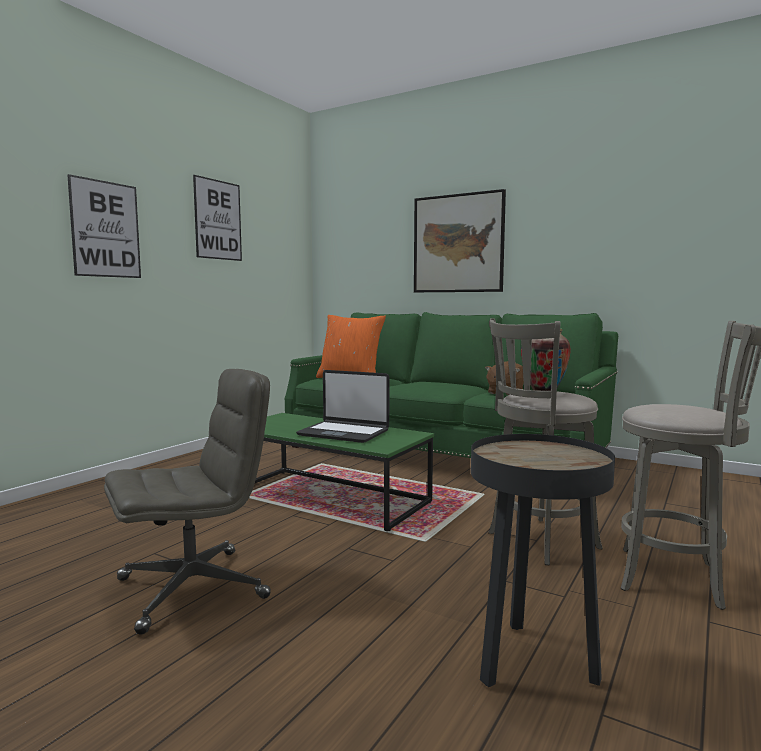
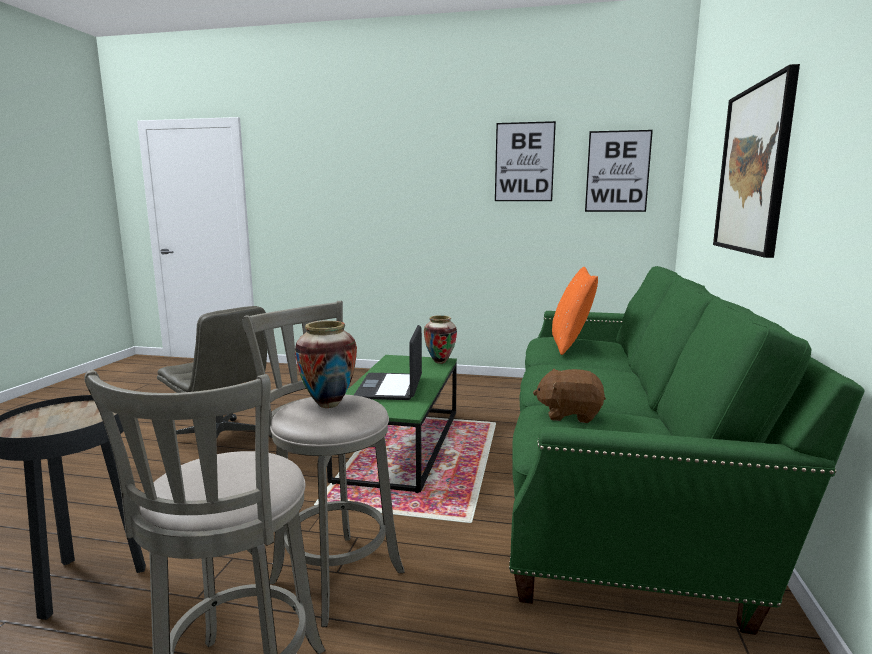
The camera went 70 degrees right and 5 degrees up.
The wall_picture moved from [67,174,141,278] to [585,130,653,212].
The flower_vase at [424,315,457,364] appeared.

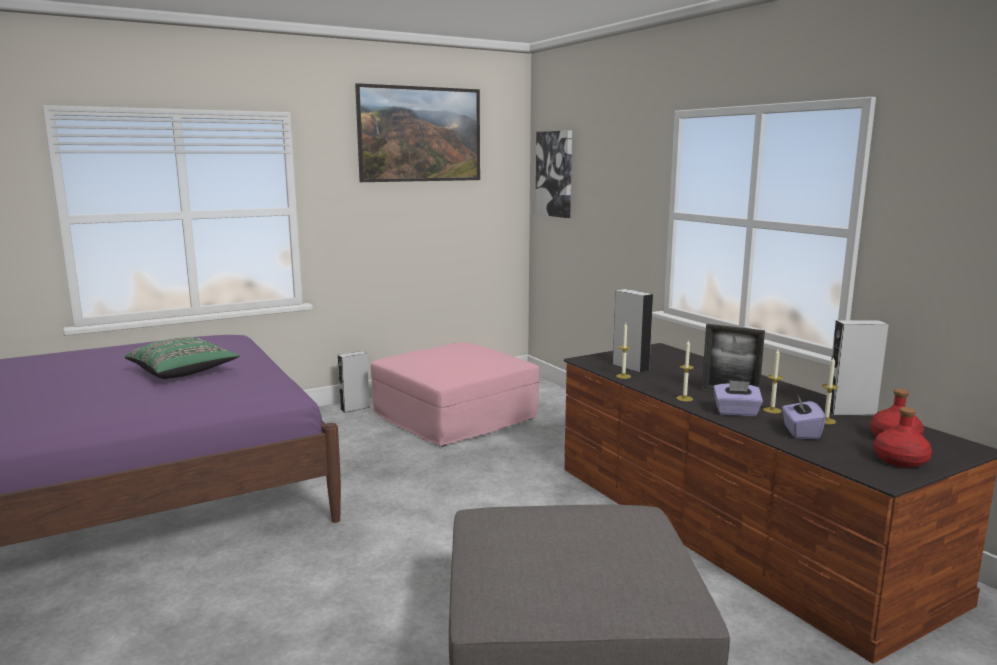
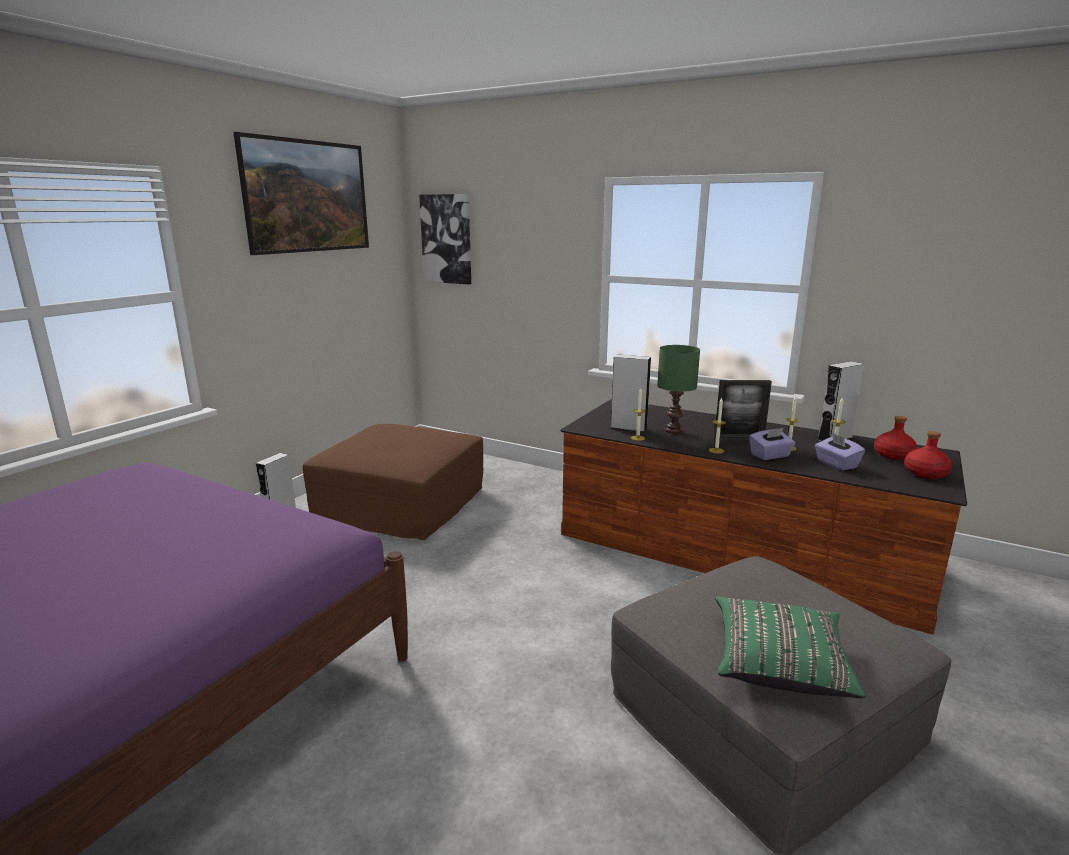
The camera went 30 degrees left and 5 degrees up.
The green-coloured_cushion moved from [125,337,240,379] to [715,596,866,698].
The pink_pouffe at [371,343,539,447] became the brown-coloured_pouffe at [303,424,483,540].
The green-coloured_lamp_for_a_table at [657,345,700,434] appeared.

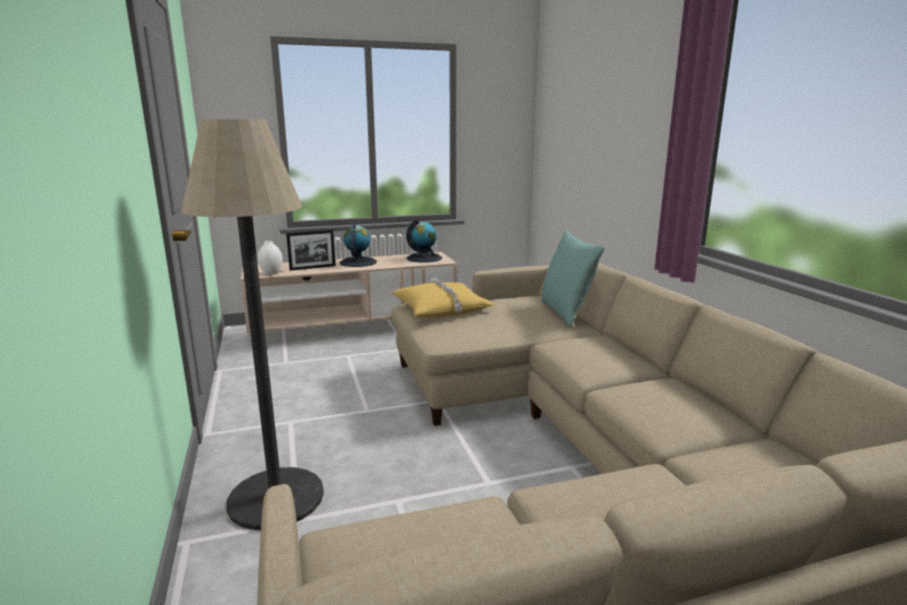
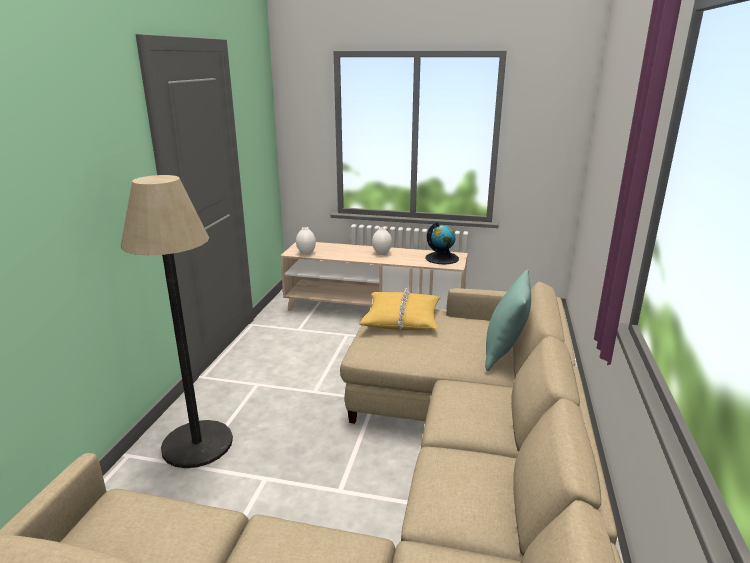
The camera went 30 degrees right and 5 degrees up.
The photo_frame at [286,230,336,271] disappeared.
The world_globe at [340,223,377,267] was replaced by the white_flower_vase at [372,227,392,255].

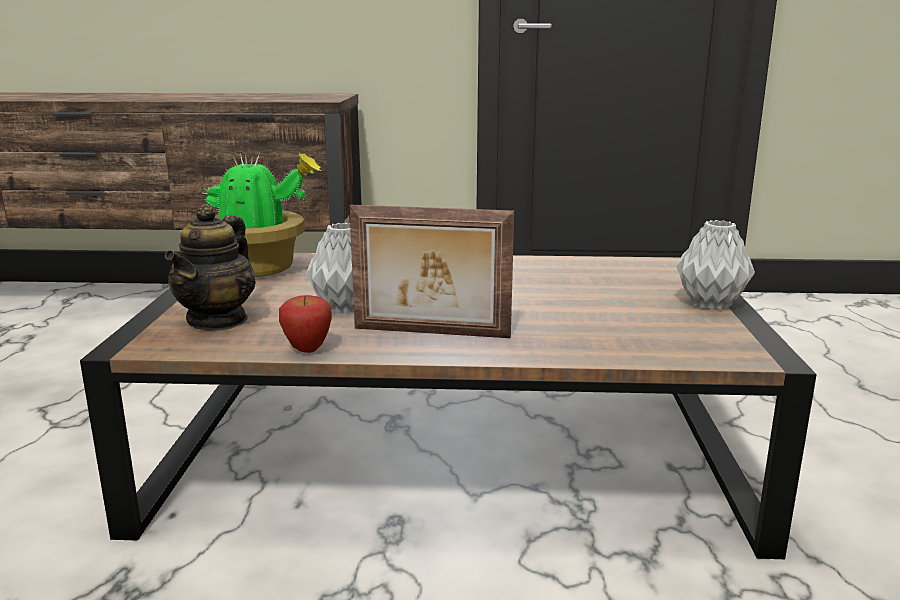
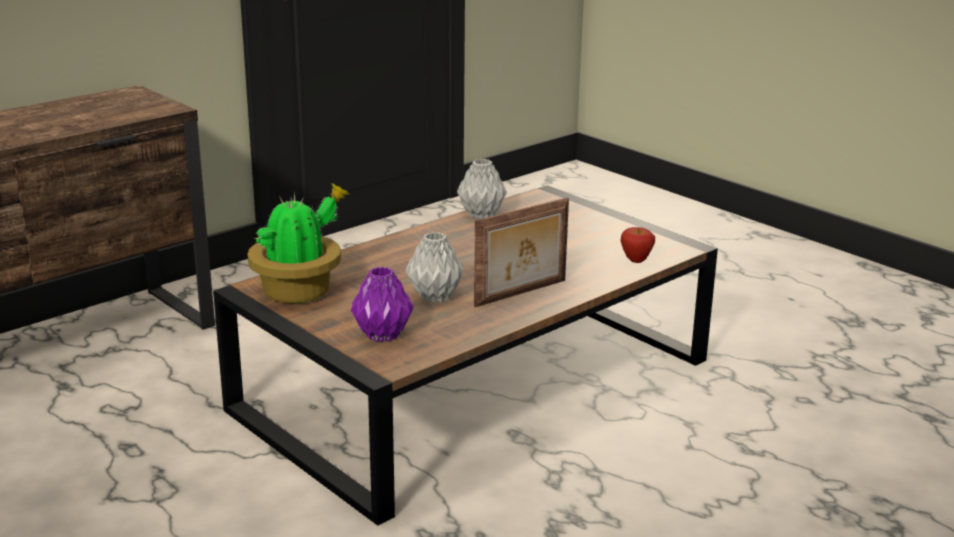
The camera went 45 degrees left and 5 degrees up.
The pot_for_tea at [165,204,256,331] was replaced by the purple_flower_vase at [351,267,414,342].
The whole_apple moved from [279,295,332,353] to [621,227,655,263].
The grey_flower_vase moved from [676,220,755,310] to [457,159,507,219].

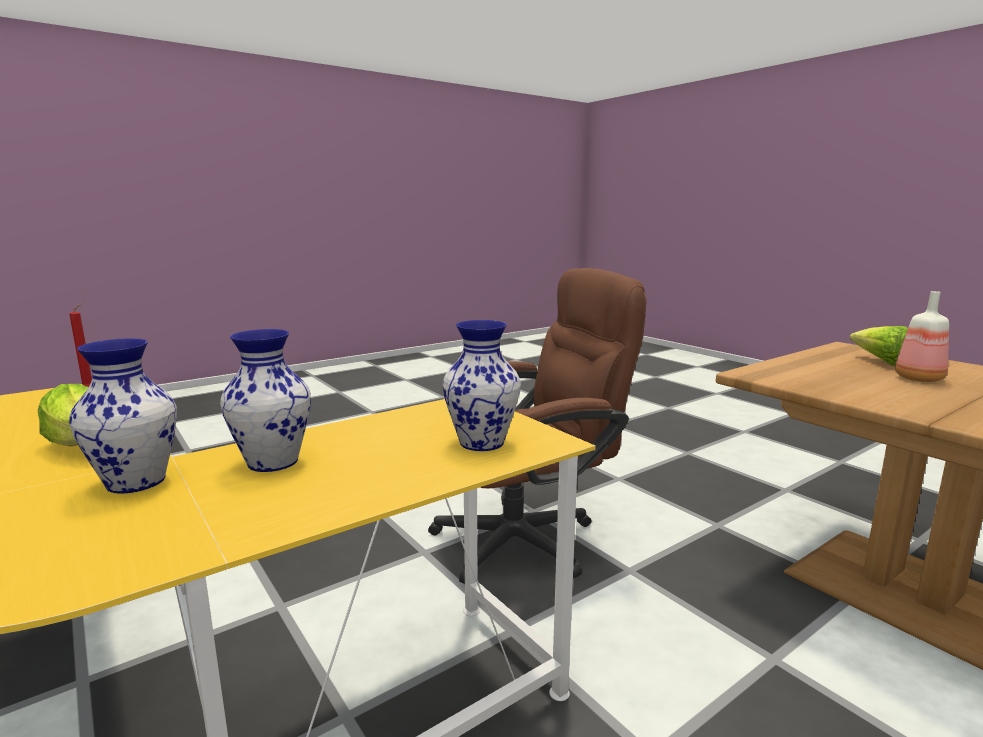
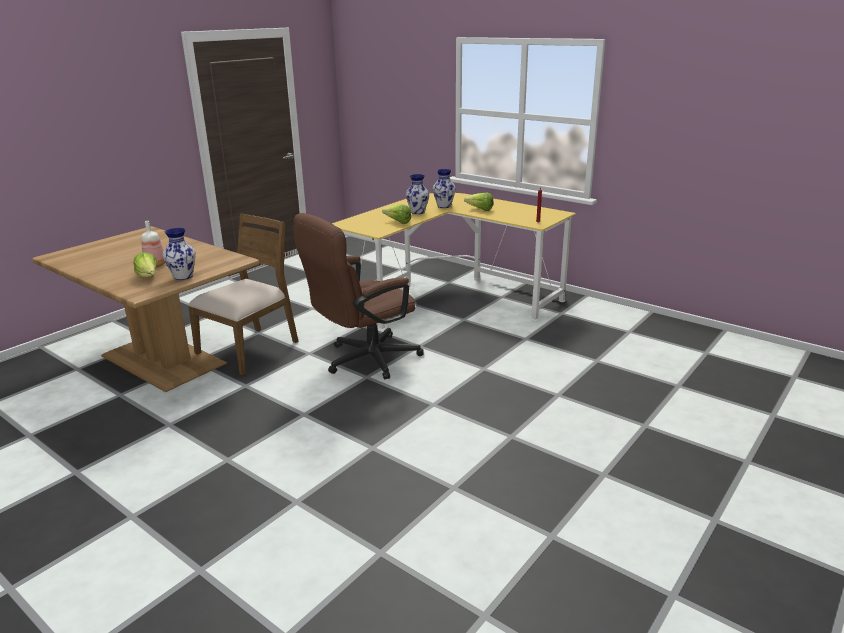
The camera went 165 degrees right and 10 degrees up.
The flower_vase moved from [443,320,521,451] to [163,228,196,280].
The brown-coloured_plain_chair at [188,213,299,376] appeared.
The lettuce_head at [382,204,412,224] appeared.

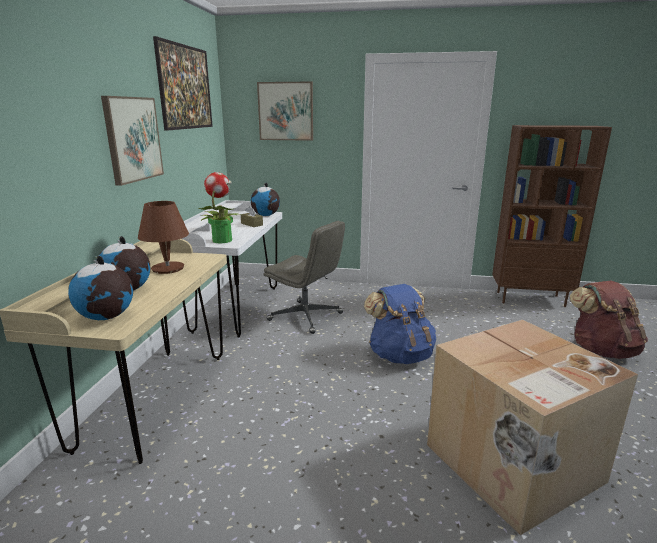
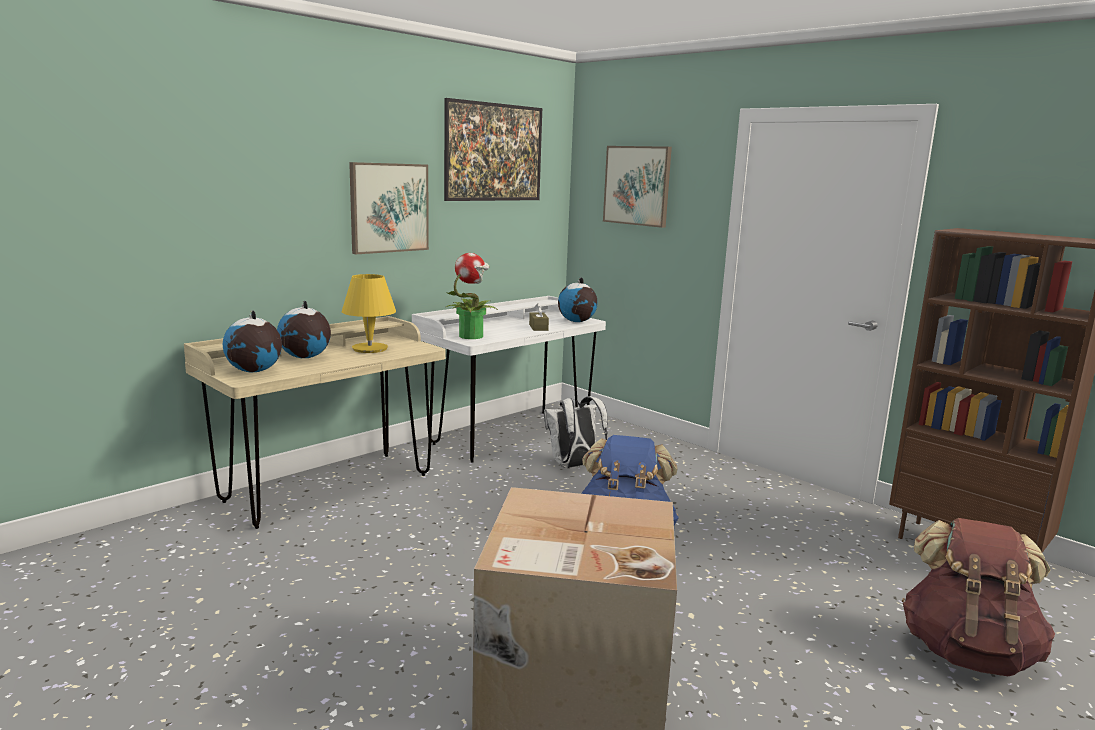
The camera went 35 degrees right and 5 degrees down.
The brown-coloured_lamp_for_a_table at [138,201,189,274] became the yellow-coloured_lamp_for_a_table at [342,274,396,353].
The grey_office_chair at [263,221,345,334] was replaced by the white_backpack at [544,396,608,468].

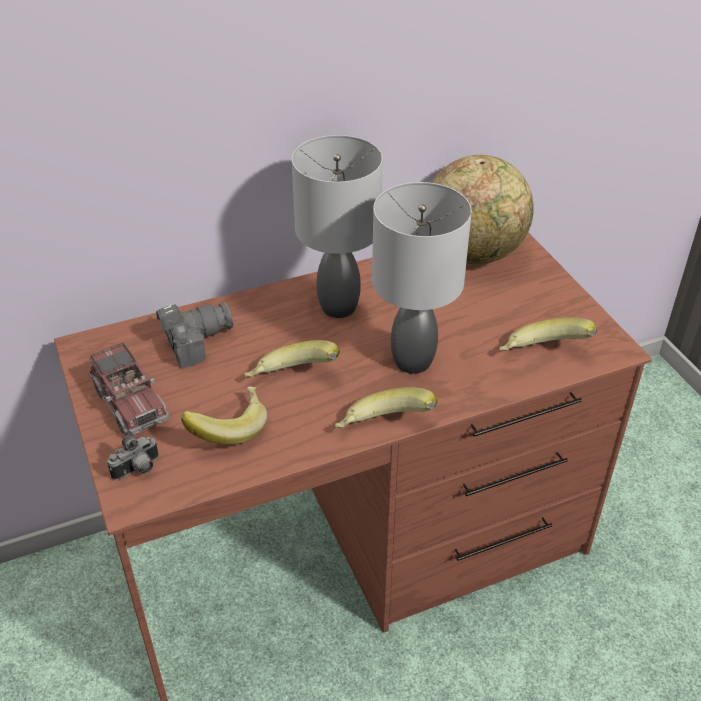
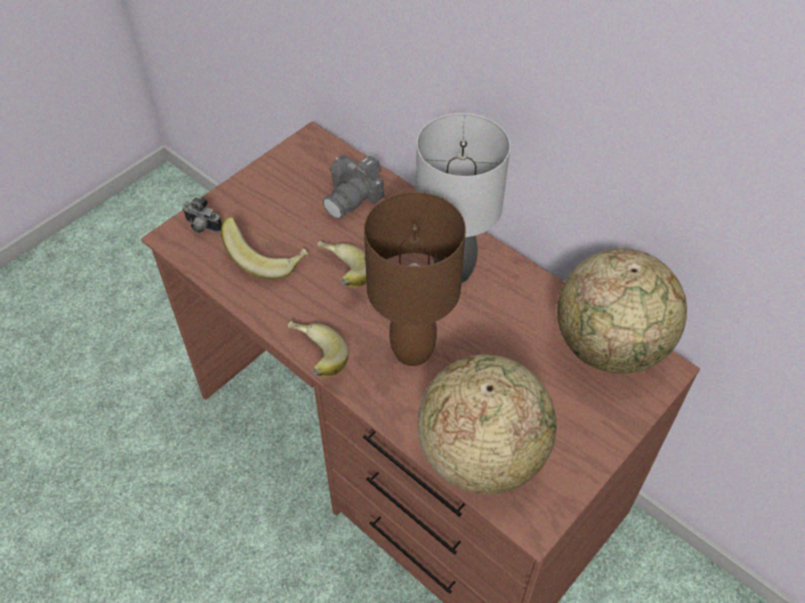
The camera went 65 degrees right and 10 degrees up.
The toy_truck at [88,343,169,435] disappeared.
The still_camera at [156,301,233,369] turned 90 degrees clockwise.
The grey_lamp_for_a_table at [372,182,472,374] became the brown-coloured_lamp_for_a_table at [364,192,466,366].
The banana_fruit at [499,318,597,352] was replaced by the world_globe at [418,355,557,494].

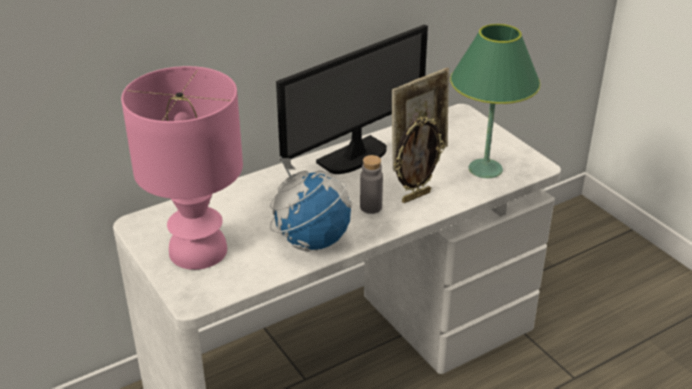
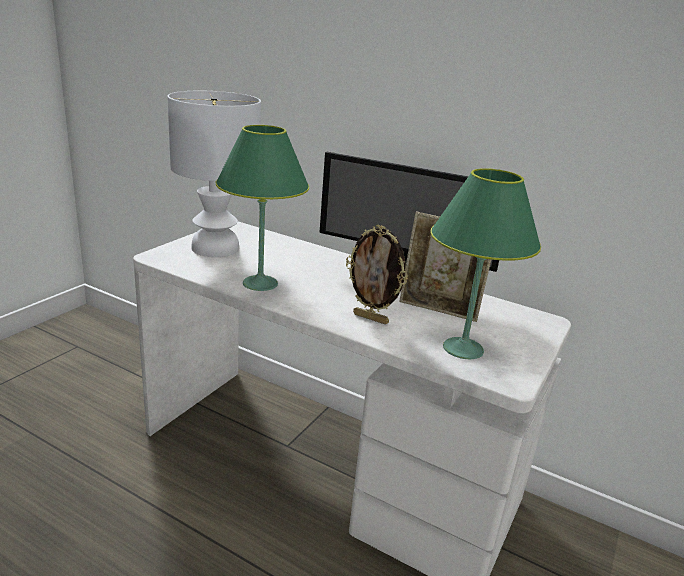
The camera went 60 degrees right and 10 degrees down.
The pink_lamp_for_a_table at [121,66,243,270] became the white_lamp_for_a_table at [167,91,261,257].
The world_globe at [270,156,352,252] was replaced by the green-coloured_lamp_for_a_table at [215,125,309,291].
The grey_drink_bottle at [360,155,383,214] disappeared.

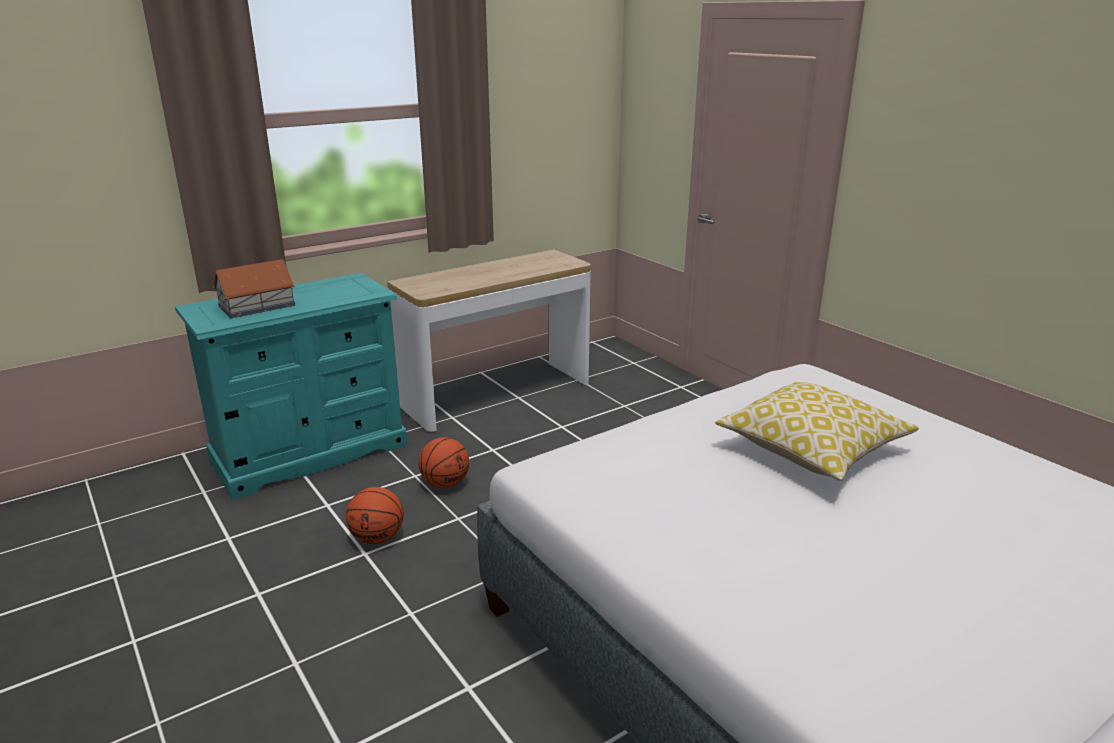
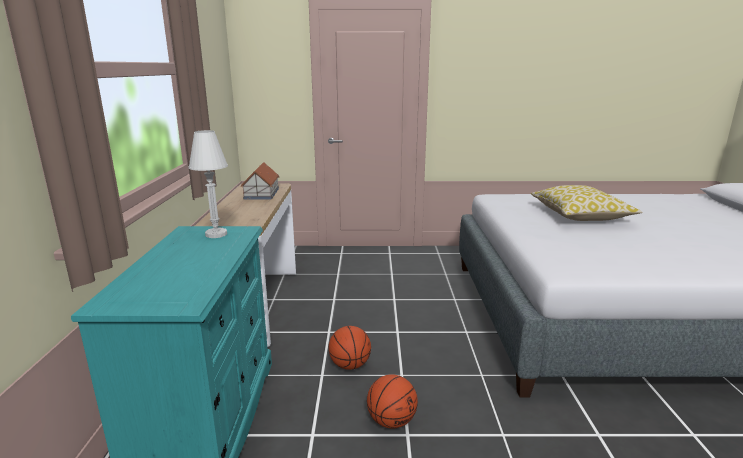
The camera went 55 degrees left and 5 degrees down.
The toy_house moved from [213,259,295,318] to [240,162,279,200].
The white_lamp_for_a_table at [189,130,228,238] appeared.

